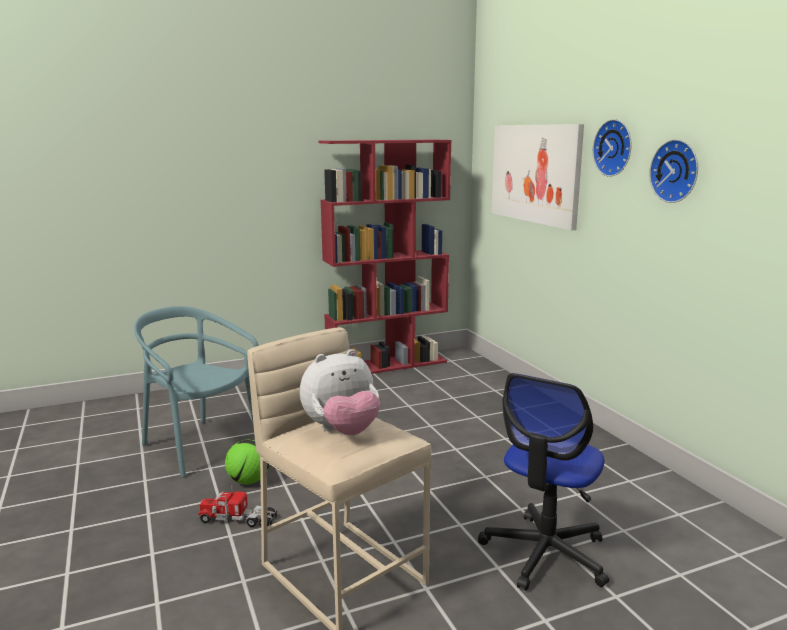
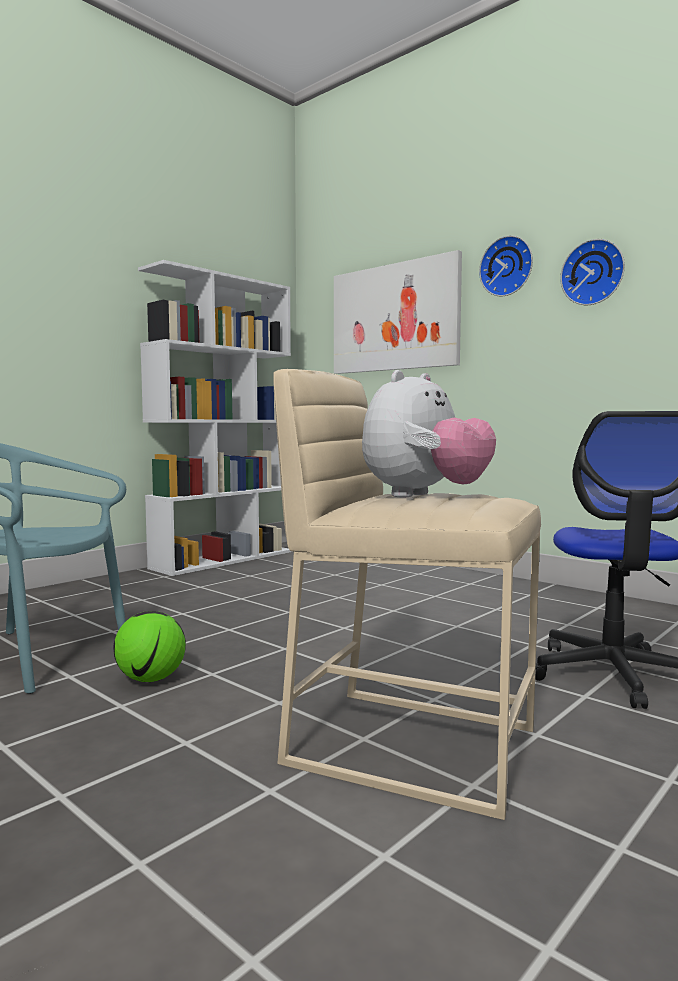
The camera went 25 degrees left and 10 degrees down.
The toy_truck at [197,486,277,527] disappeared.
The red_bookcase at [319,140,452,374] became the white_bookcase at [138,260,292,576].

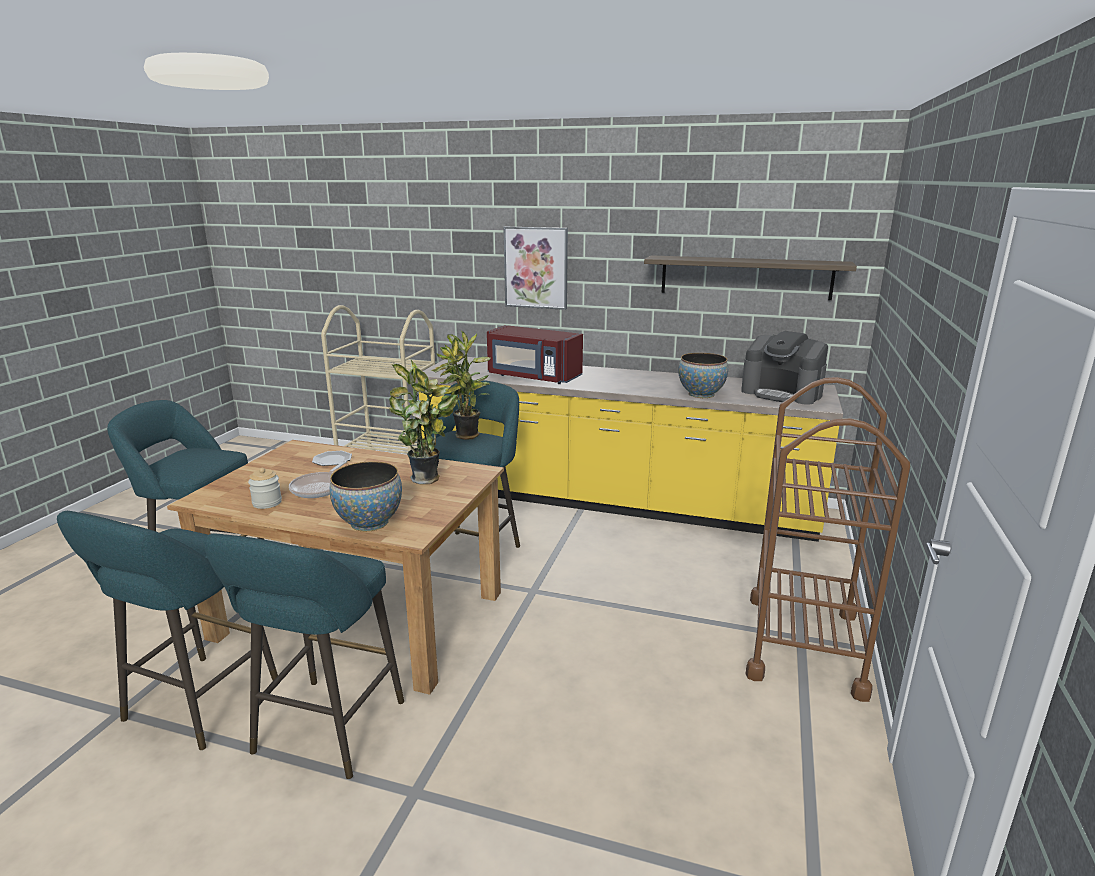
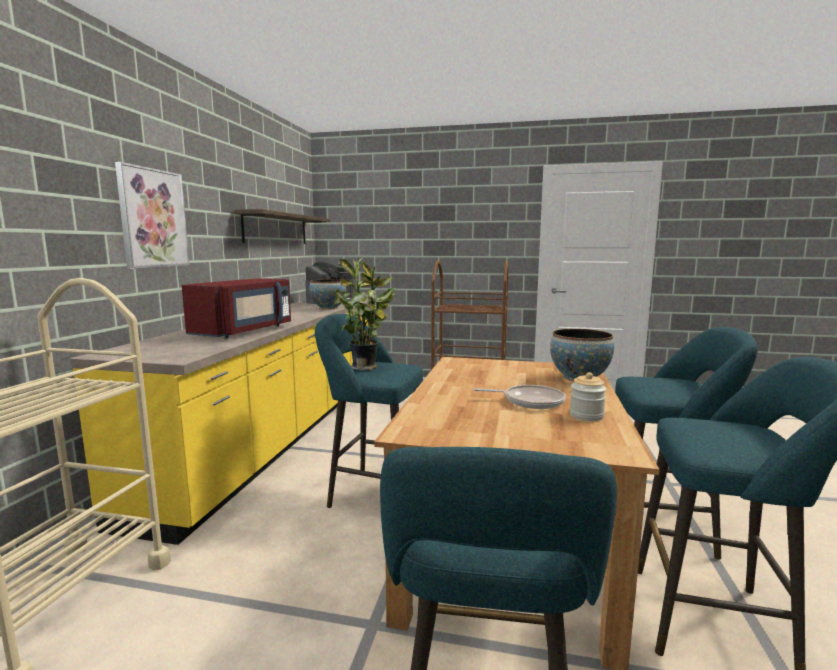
The camera went 95 degrees left and 10 degrees down.
The dinner_plate at [312,451,352,466] disappeared.
The plant_in_a_pot at [389,360,458,484] disappeared.

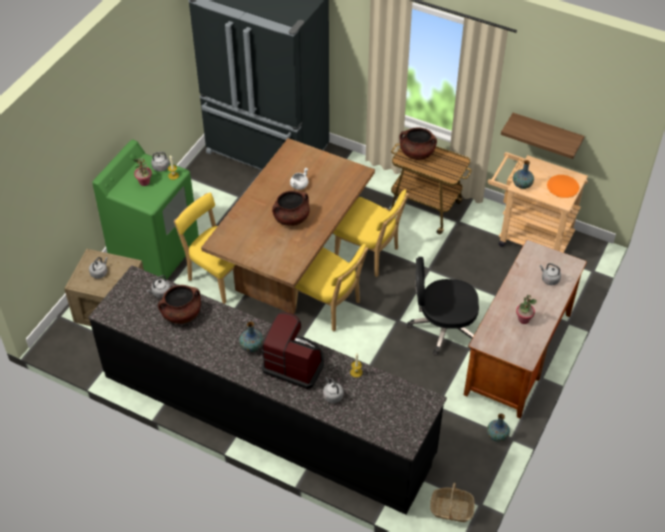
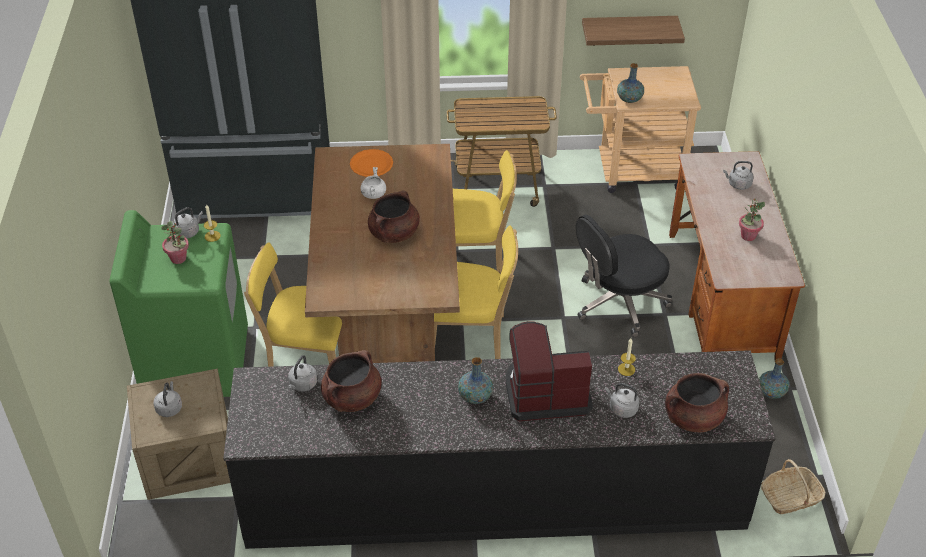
The camera went 30 degrees left and 5 degrees down.
The brown-coloured_saucepot moved from [399,127,437,160] to [665,373,729,432].
The orangey_dinner_plate moved from [547,175,579,198] to [350,149,393,177].

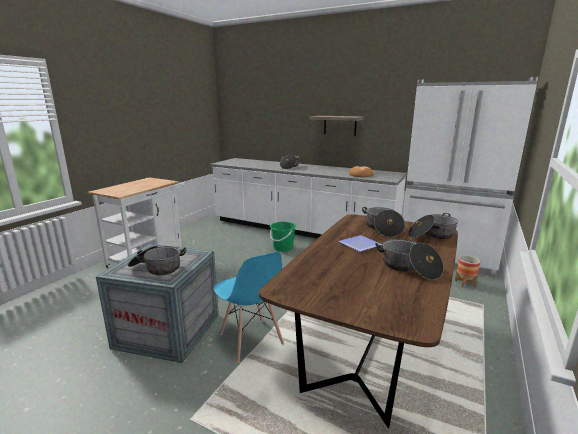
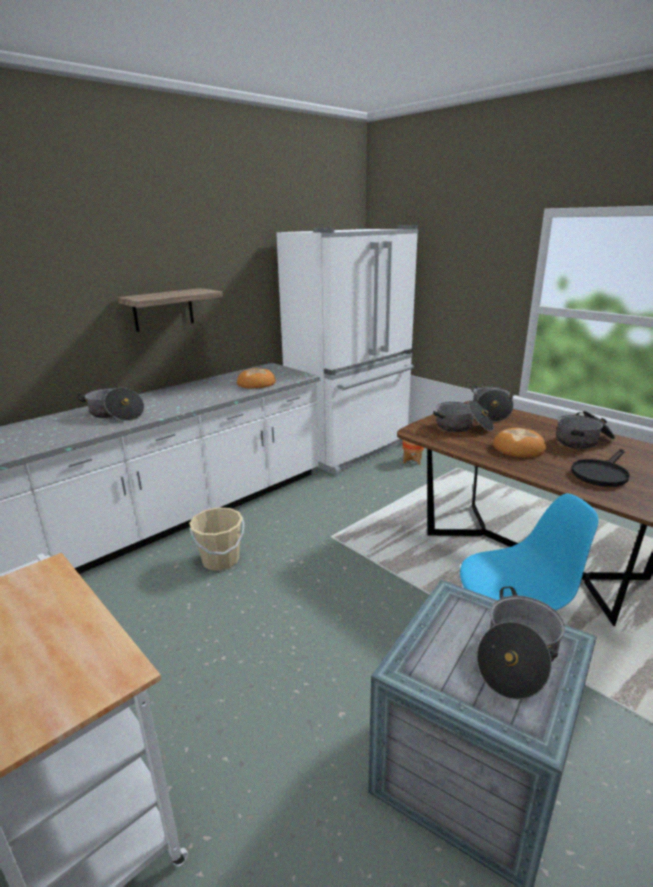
The camera went 70 degrees left and 5 degrees up.
The green-coloured_water_bucket at [270,222,296,252] became the sand-coloured_water_bucket at [189,507,245,571].
The dinner_plate at [338,235,382,252] was replaced by the bakery_bread at [493,428,546,458].
The black-coloured_skillet at [571,449,630,487] appeared.

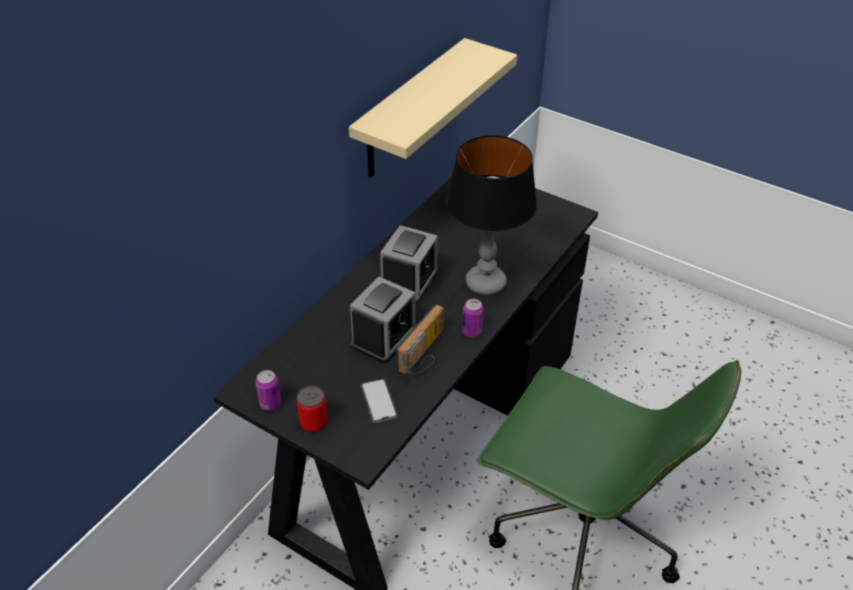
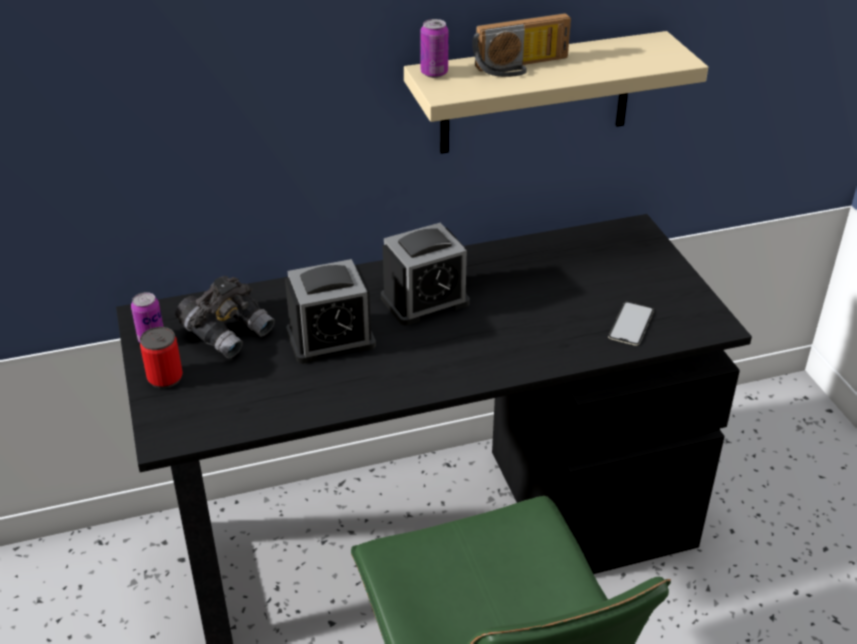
The camera went 40 degrees right and 5 degrees down.
The telephone moved from [361,379,398,423] to [608,302,654,346].
The radio_set moved from [397,304,444,376] to [472,13,571,77].
The lamp_for_a_table at [446,135,537,296] disappeared.
The metal_can moved from [462,299,484,337] to [420,19,449,78].
The grey_field_glasses at [175,276,275,358] appeared.

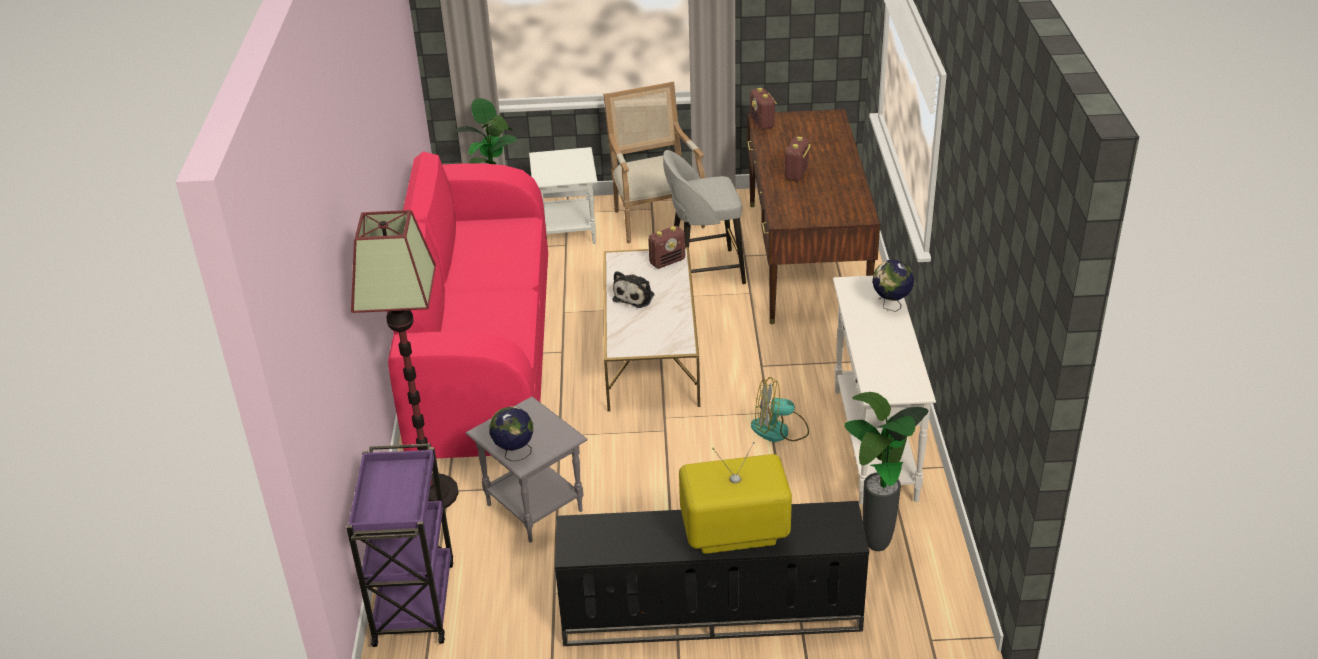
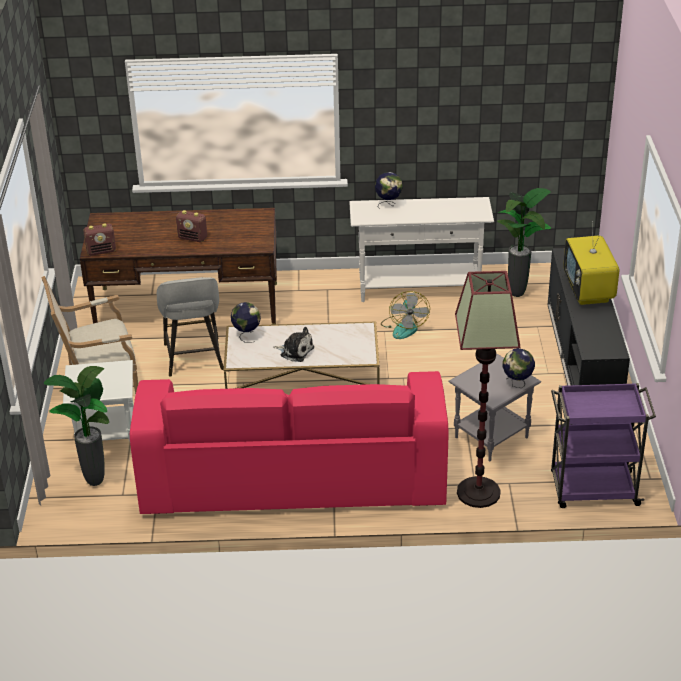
The camera went 90 degrees left and 0 degrees up.
The radio_set at [648,226,685,269] was replaced by the world_globe at [231,302,261,343].

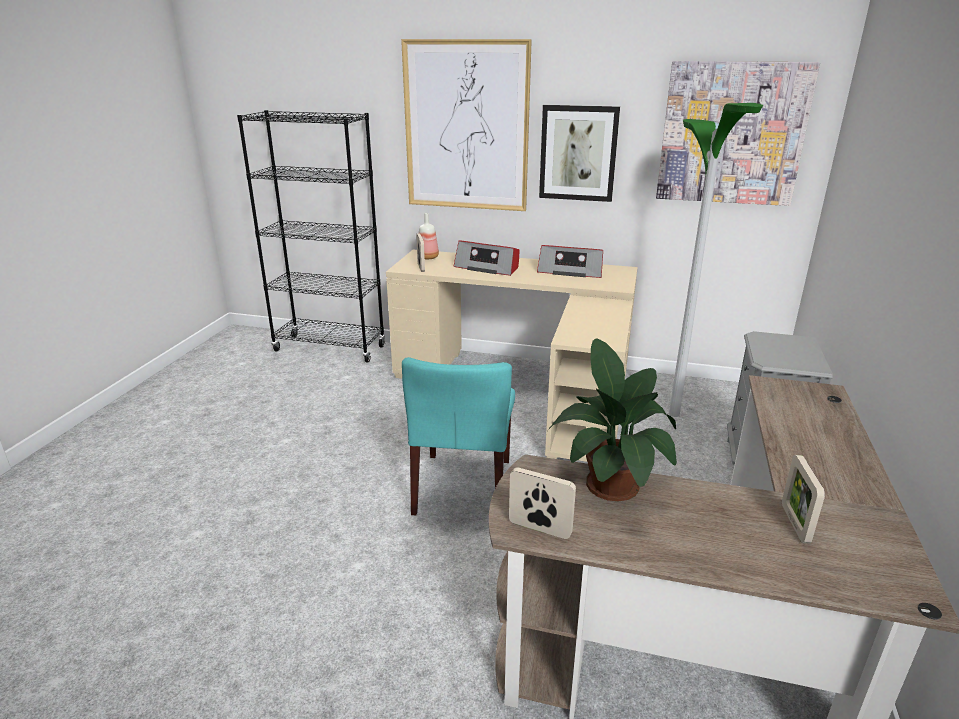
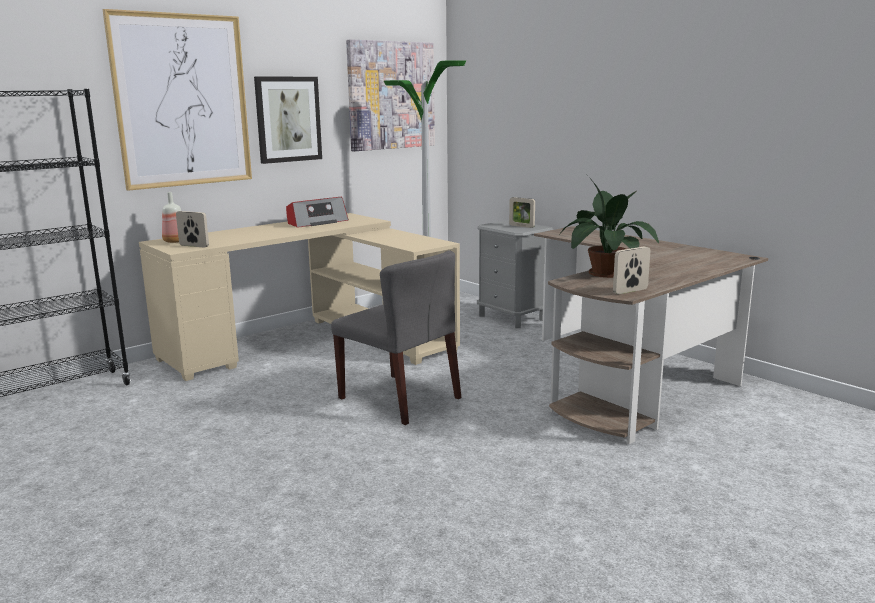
The camera went 55 degrees left and 10 degrees down.
The blue-green_plain_chair at [402,357,515,515] became the grey_plain_chair at [331,250,461,425].
The radio_set at [454,241,519,276] disappeared.
The photo_frame moved from [782,455,825,544] to [509,197,535,228].

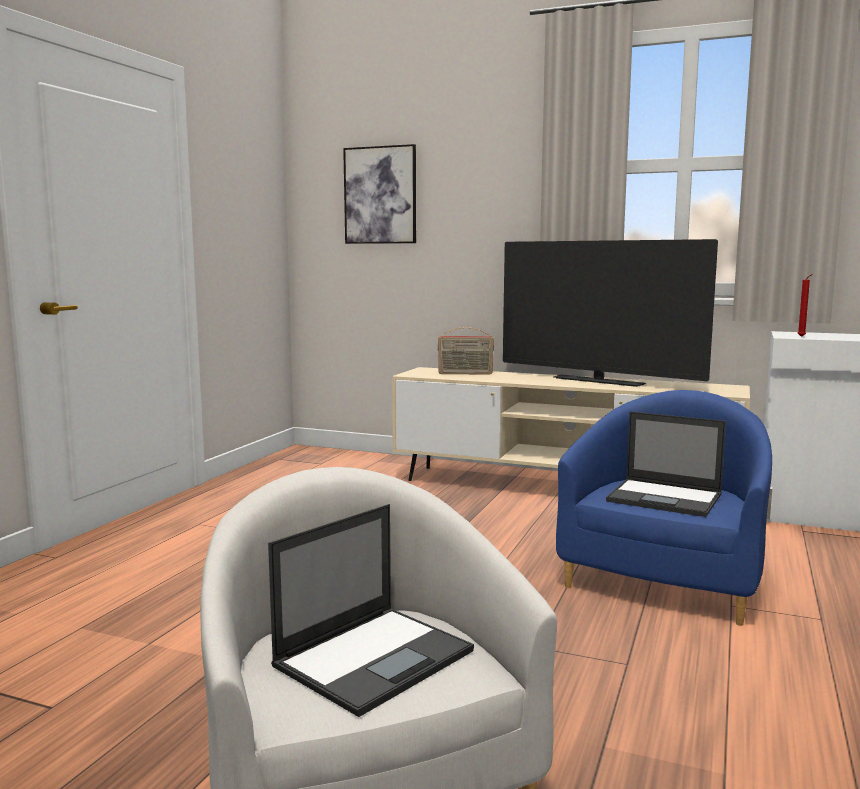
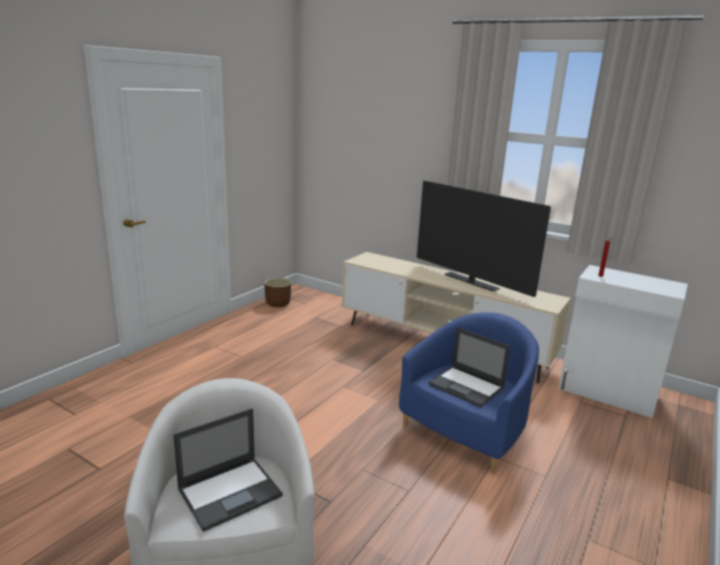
The camera went 10 degrees right and 10 degrees up.
The wall_picture at [343,144,416,244] disappeared.
The radio_set at [438,327,494,375] disappeared.
The brown-coloured_flower_pot at [264,278,291,307] appeared.

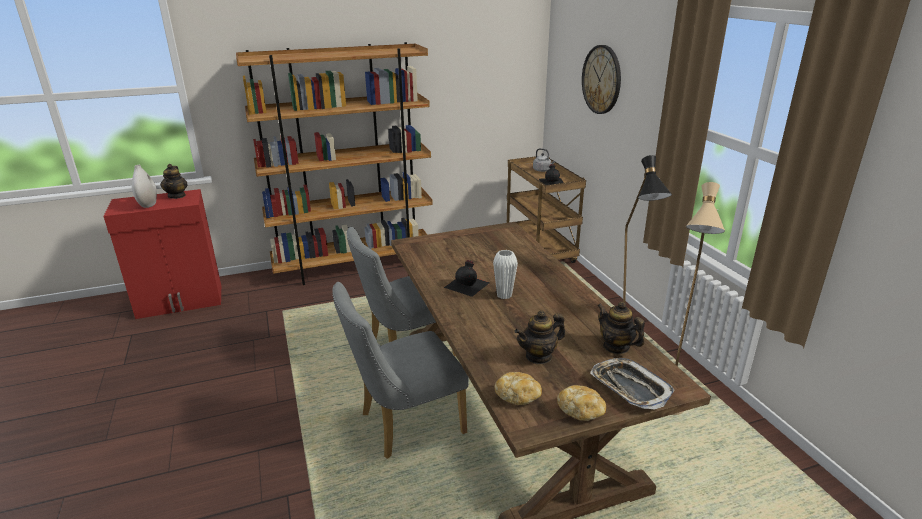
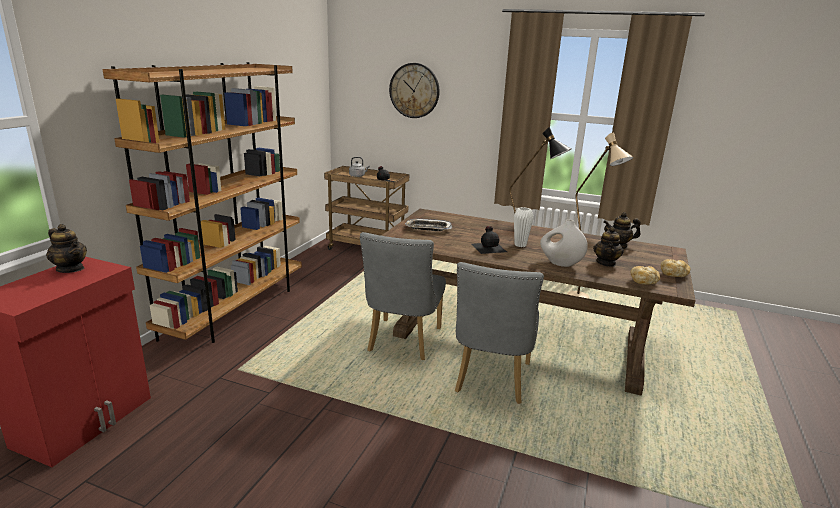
The camera went 50 degrees left and 5 degrees down.
The white_flower_vase moved from [132,165,157,208] to [540,219,588,267].
The serving_tray moved from [590,358,675,409] to [405,219,452,231].

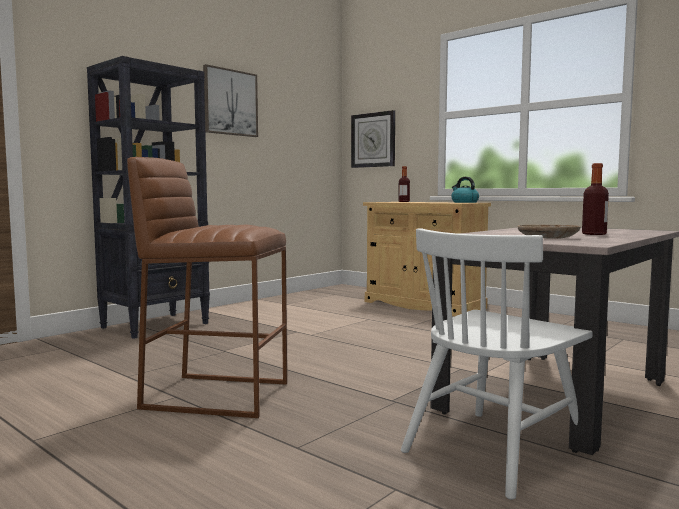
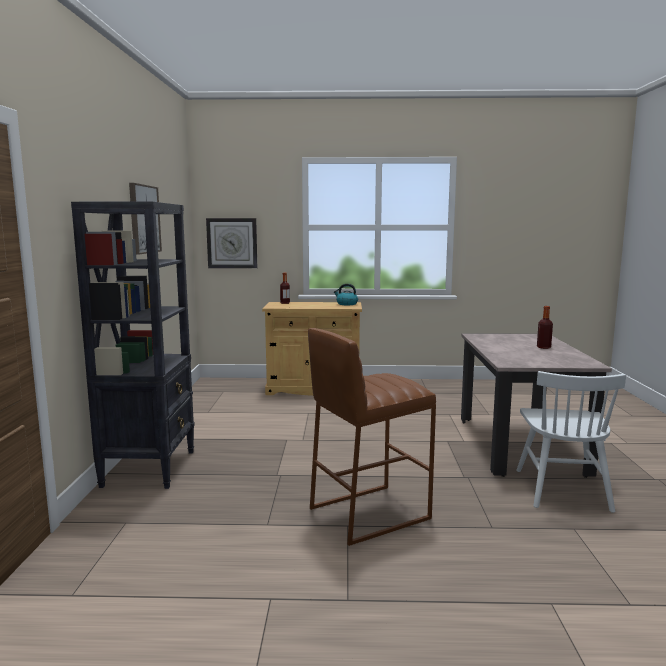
The camera went 40 degrees left and 5 degrees up.
The sand-coloured_dinner_plate at [518,225,580,239] disappeared.

